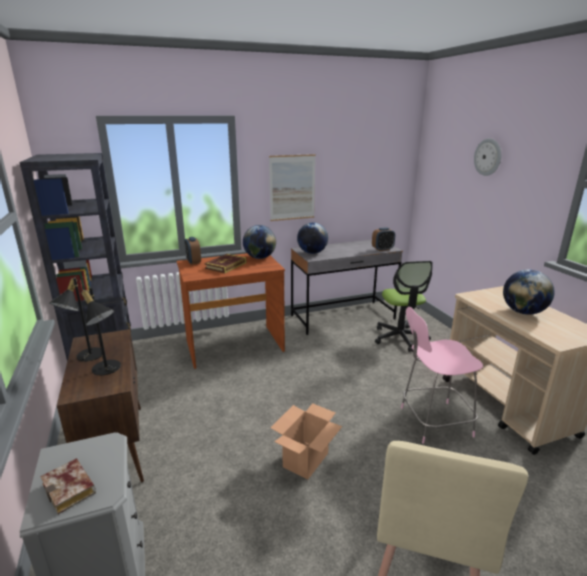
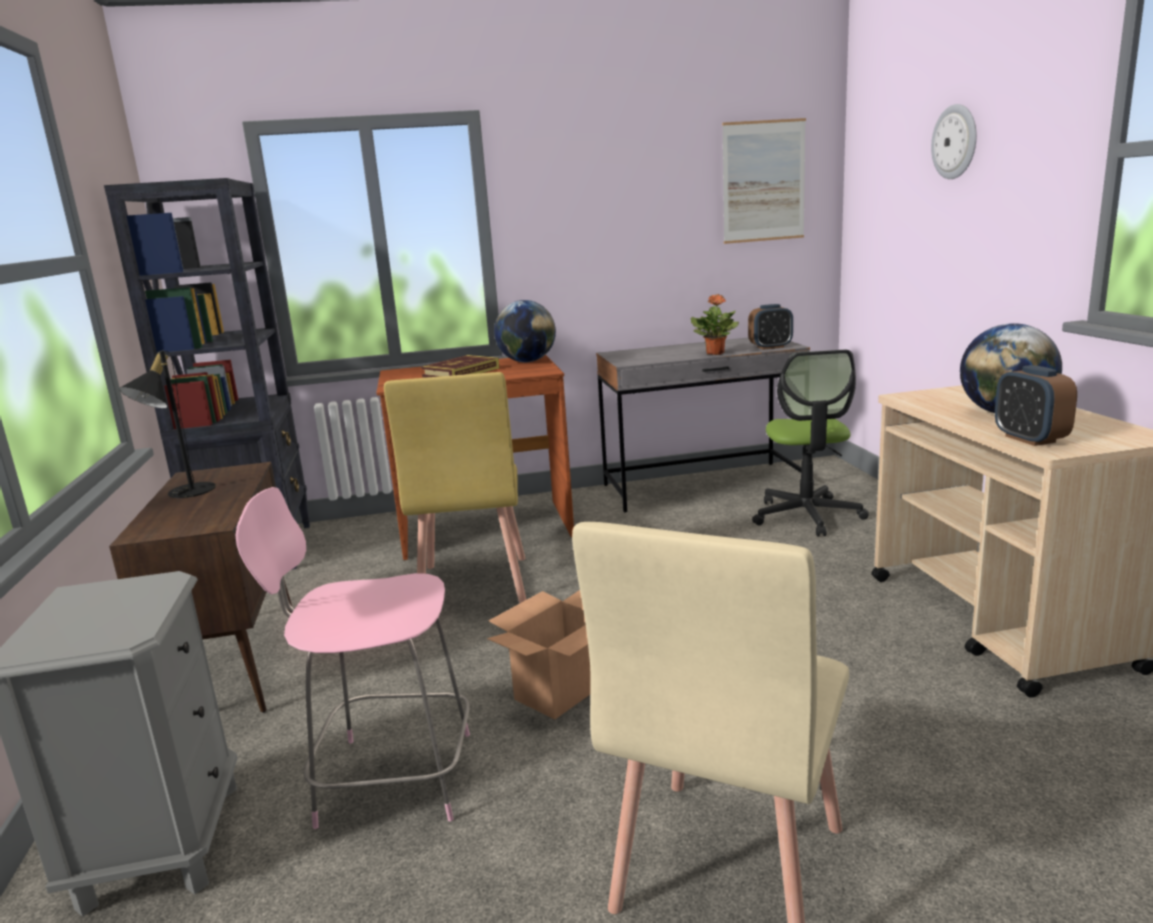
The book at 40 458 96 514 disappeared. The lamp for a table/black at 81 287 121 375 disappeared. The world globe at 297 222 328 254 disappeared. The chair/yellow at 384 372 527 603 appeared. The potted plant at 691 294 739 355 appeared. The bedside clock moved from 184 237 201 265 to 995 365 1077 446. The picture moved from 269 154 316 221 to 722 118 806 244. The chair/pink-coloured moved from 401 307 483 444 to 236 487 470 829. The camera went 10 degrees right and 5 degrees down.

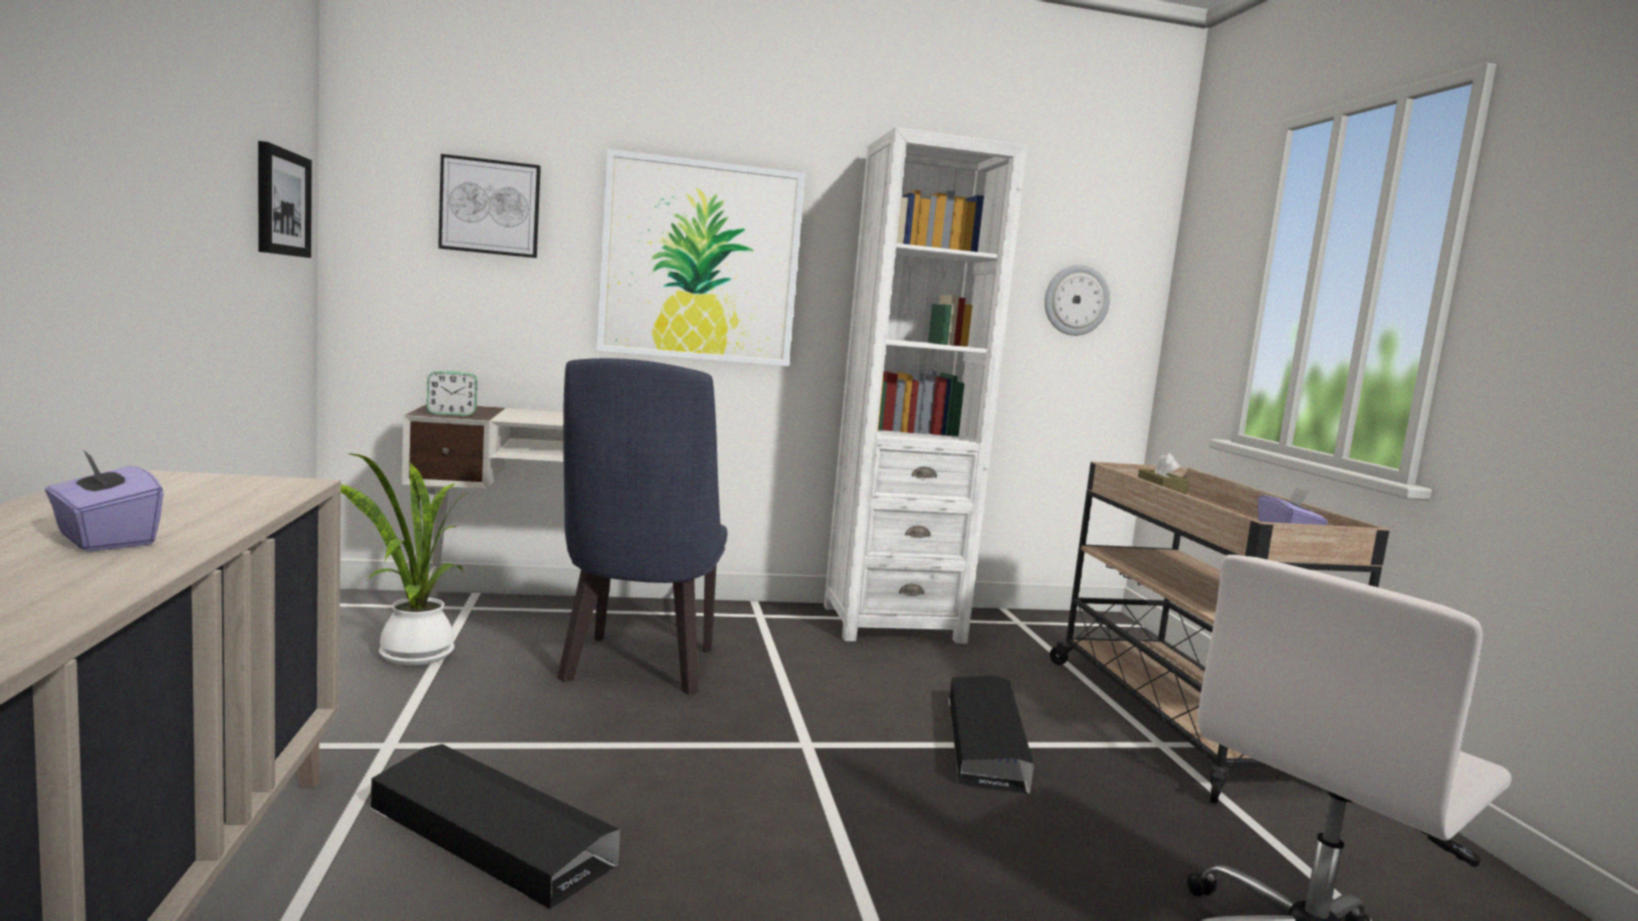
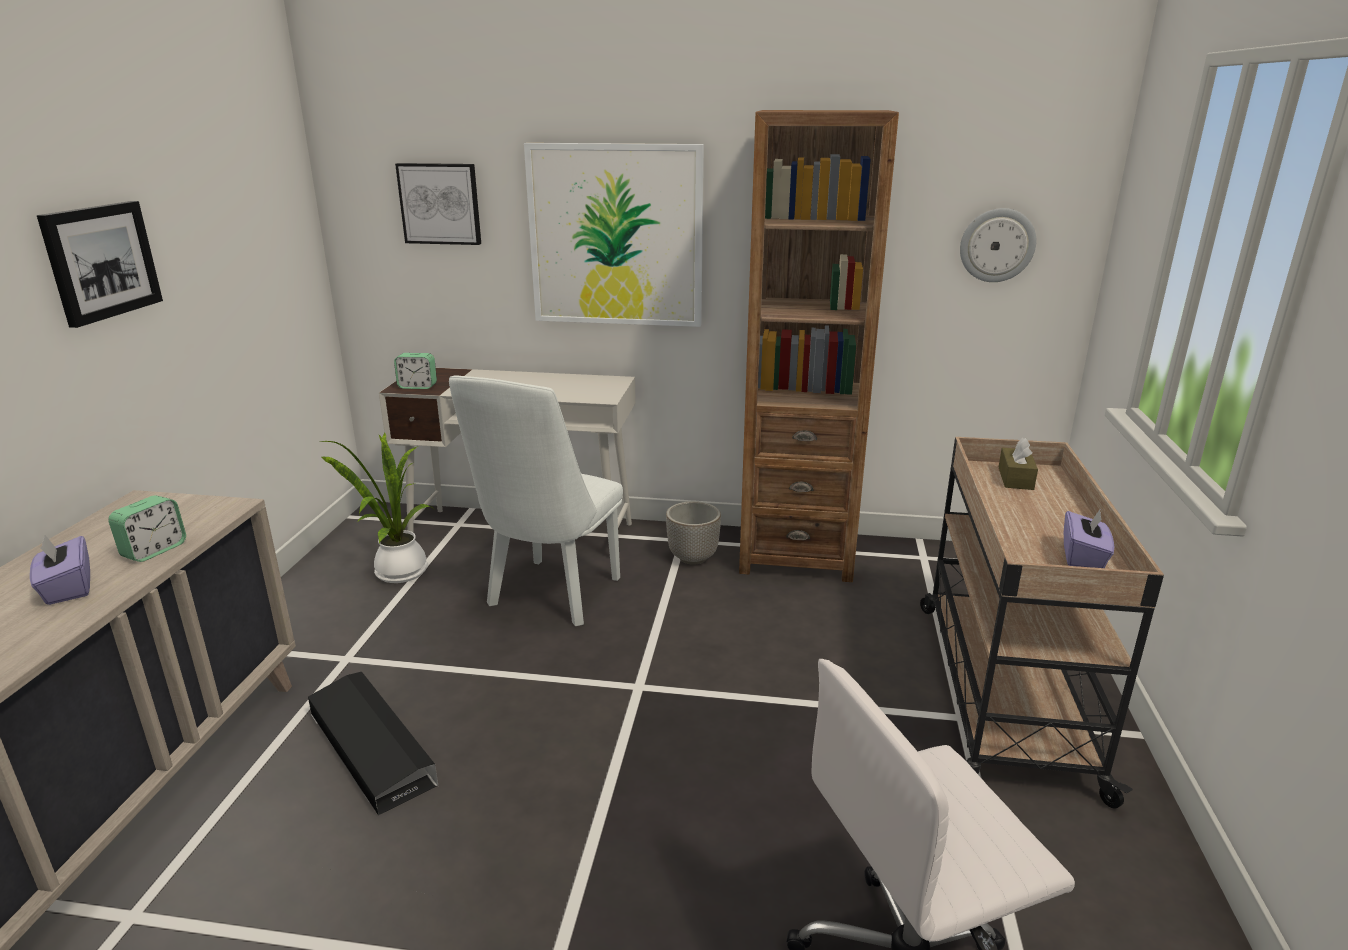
The storage container/black at 949 675 1034 794 disappeared. The bedside clock at 108 495 186 562 appeared. The planter at 666 501 721 565 appeared. The picture moved from 258 141 312 258 to 37 201 163 328. The chair/blue at 557 358 727 694 became the chair/white-coloured at 449 375 623 626. The bookshelf/white-coloured at 824 127 1027 644 became the bookshelf/brown at 739 110 899 582. The camera went 20 degrees right and 15 degrees up.

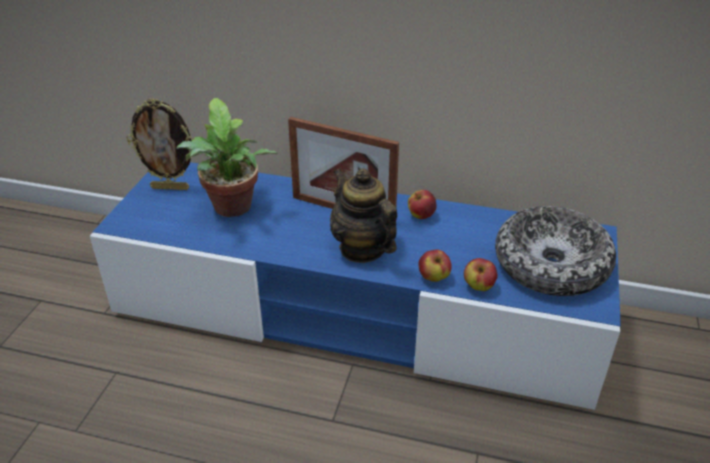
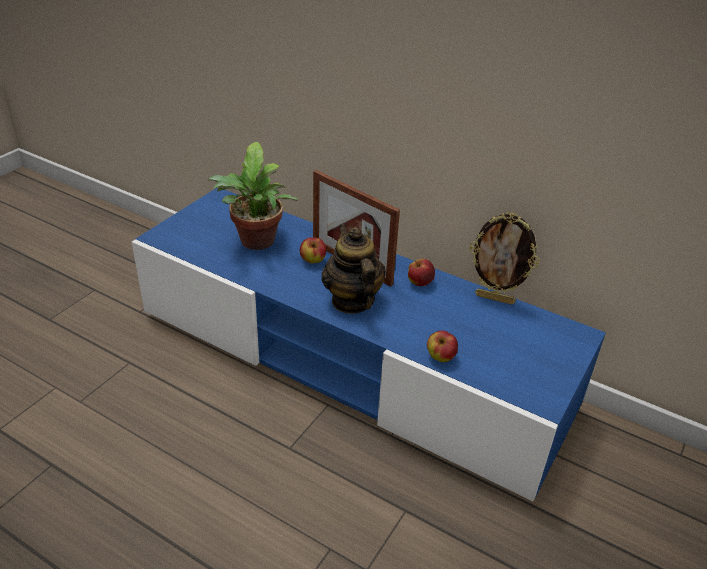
The deep dish at 495 206 616 296 disappeared. The standing frame moved from 127 98 193 190 to 469 212 540 305. The whole apple moved from 418 249 452 282 to 300 237 326 264. The camera went 15 degrees right and 0 degrees up.

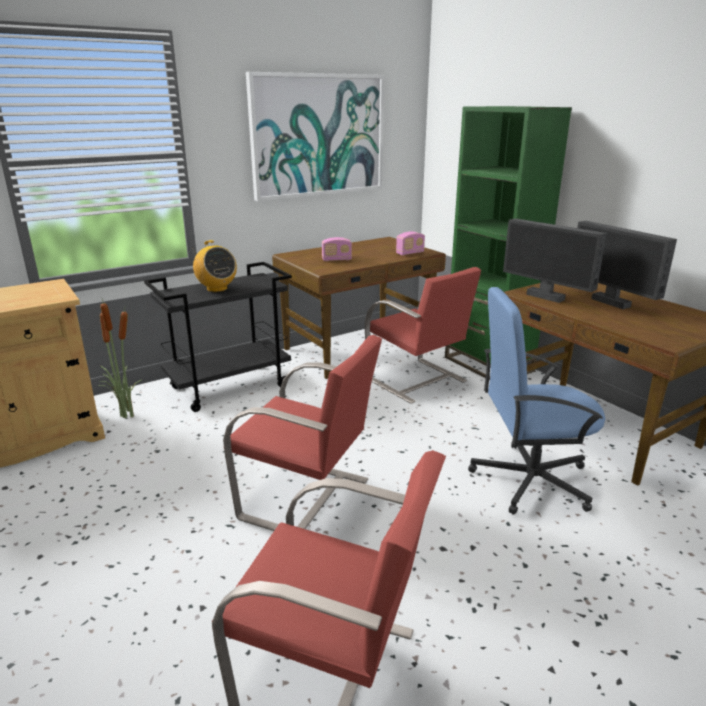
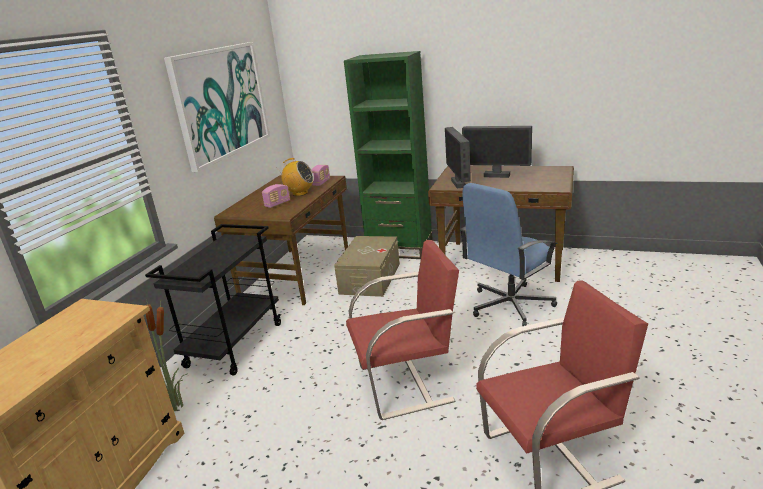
The radio receiver moved from 193 240 237 292 to 280 158 314 196. The chair/reddish at 365 267 481 404 was replaced by the storage container/beige at 334 236 400 297. The monitor at 503 218 607 303 turned 75 degrees clockwise. The camera went 35 degrees left and 0 degrees up.

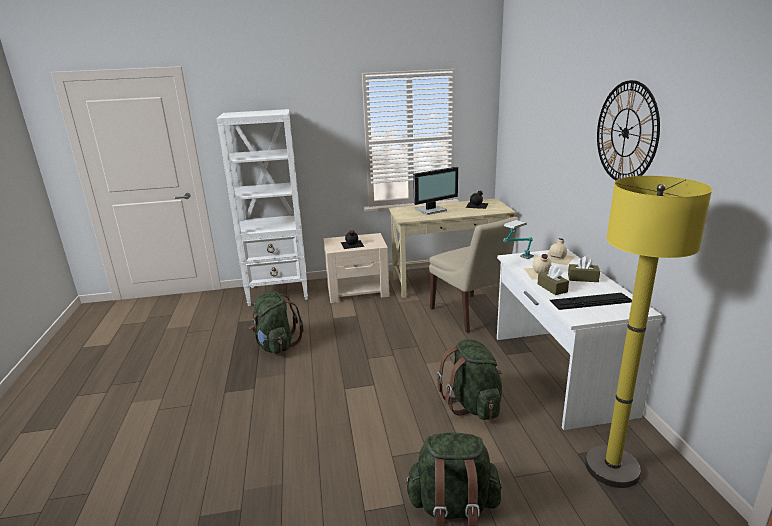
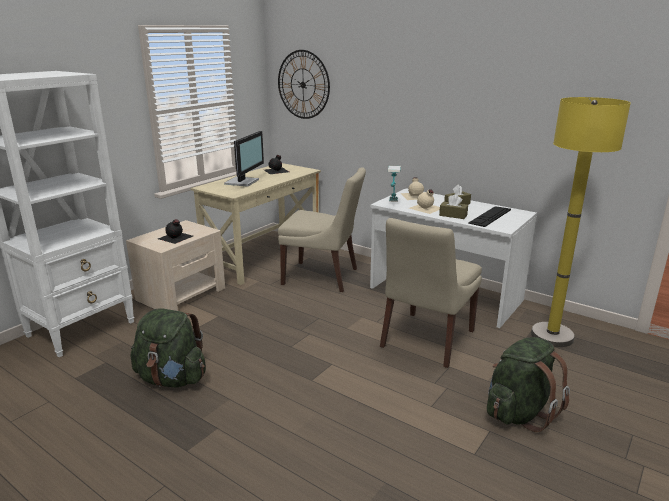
The hanging clock moved from 597 80 660 180 to 278 50 330 119. The knapsack/greenish at 437 339 502 420 was replaced by the chair/beige at 380 218 482 368. The camera went 45 degrees left and 0 degrees up.

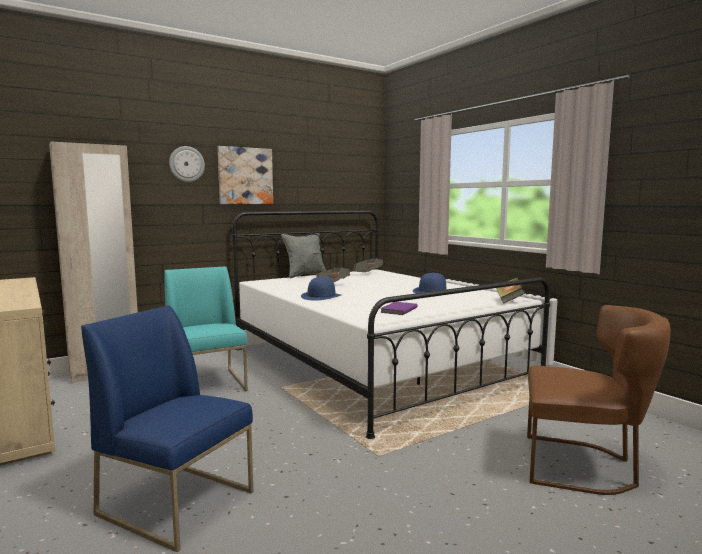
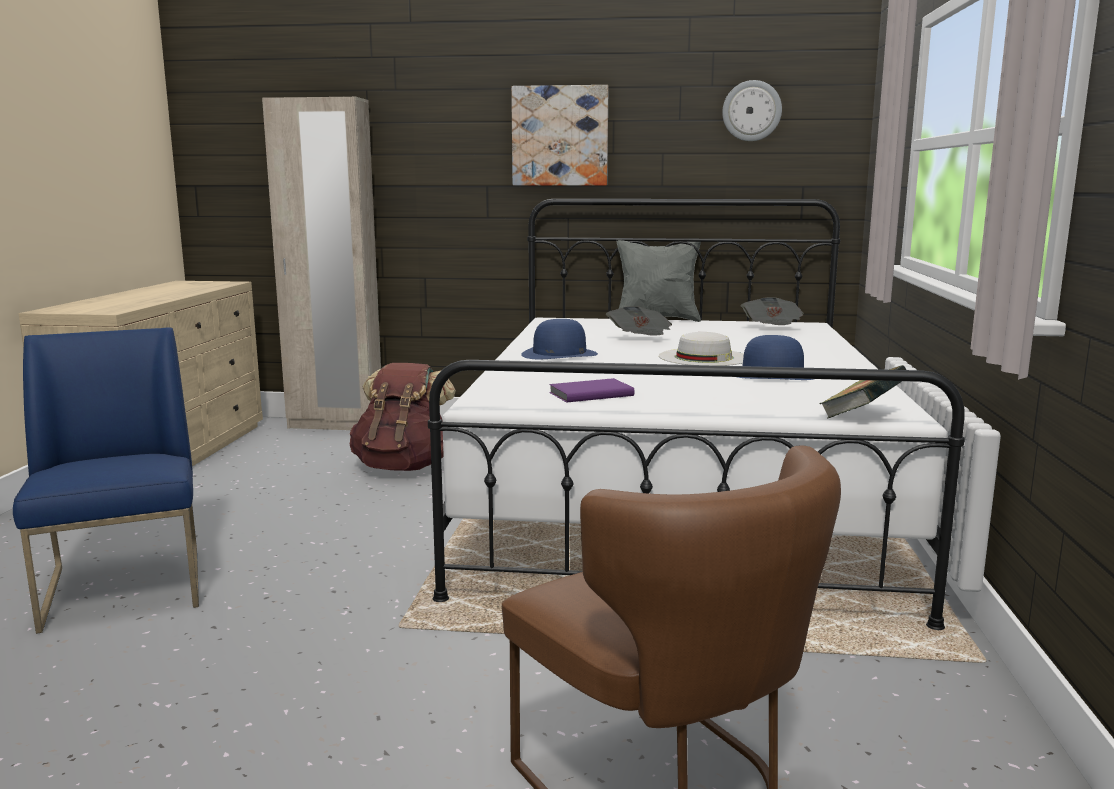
The wearable hat/white-coloured at 659 332 744 366 appeared. The hanging clock moved from 169 146 205 182 to 722 80 782 141. The chair/blue-green at 164 266 248 391 was replaced by the knapsack/brown at 350 363 456 471. The camera went 40 degrees right and 5 degrees up.

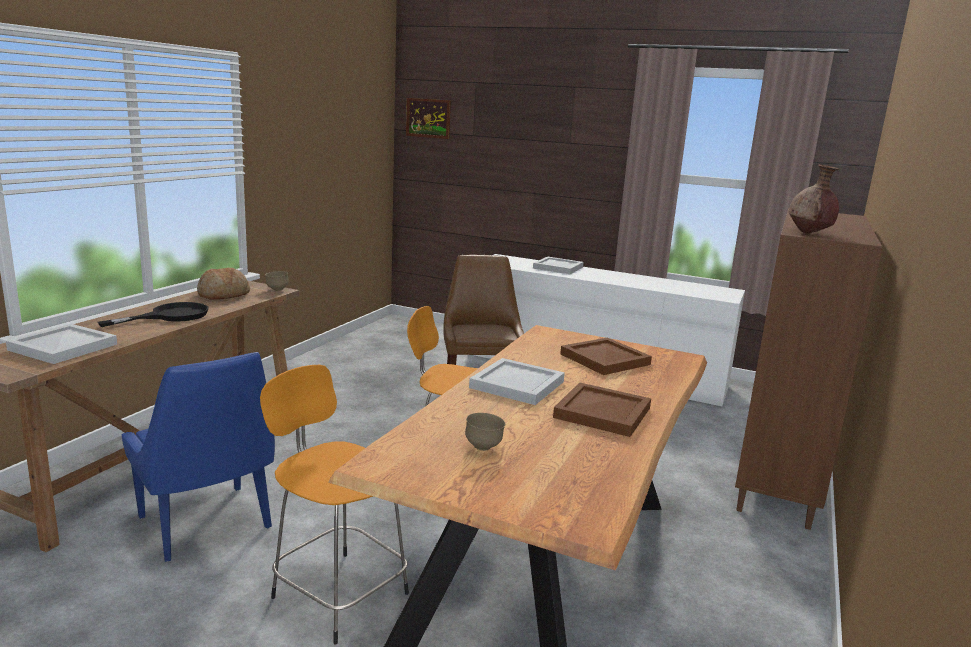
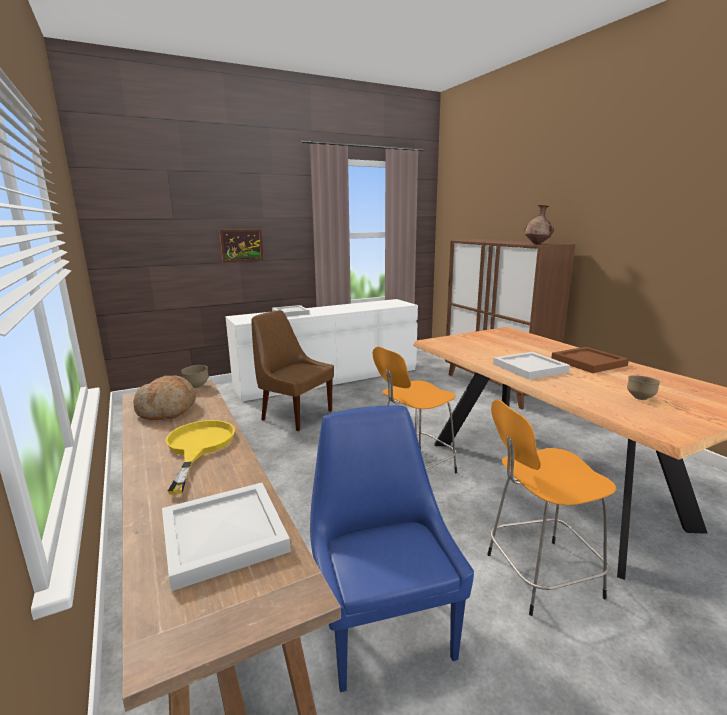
The serving tray/brown at 560 338 652 375 disappeared. The picture moved from 406 98 451 139 to 219 229 264 263. The skillet/black at 97 302 209 327 became the skillet/yellow at 165 420 235 494. The chair/blue at 122 352 275 562 turned 105 degrees counterclockwise. The camera went 50 degrees left and 0 degrees up.

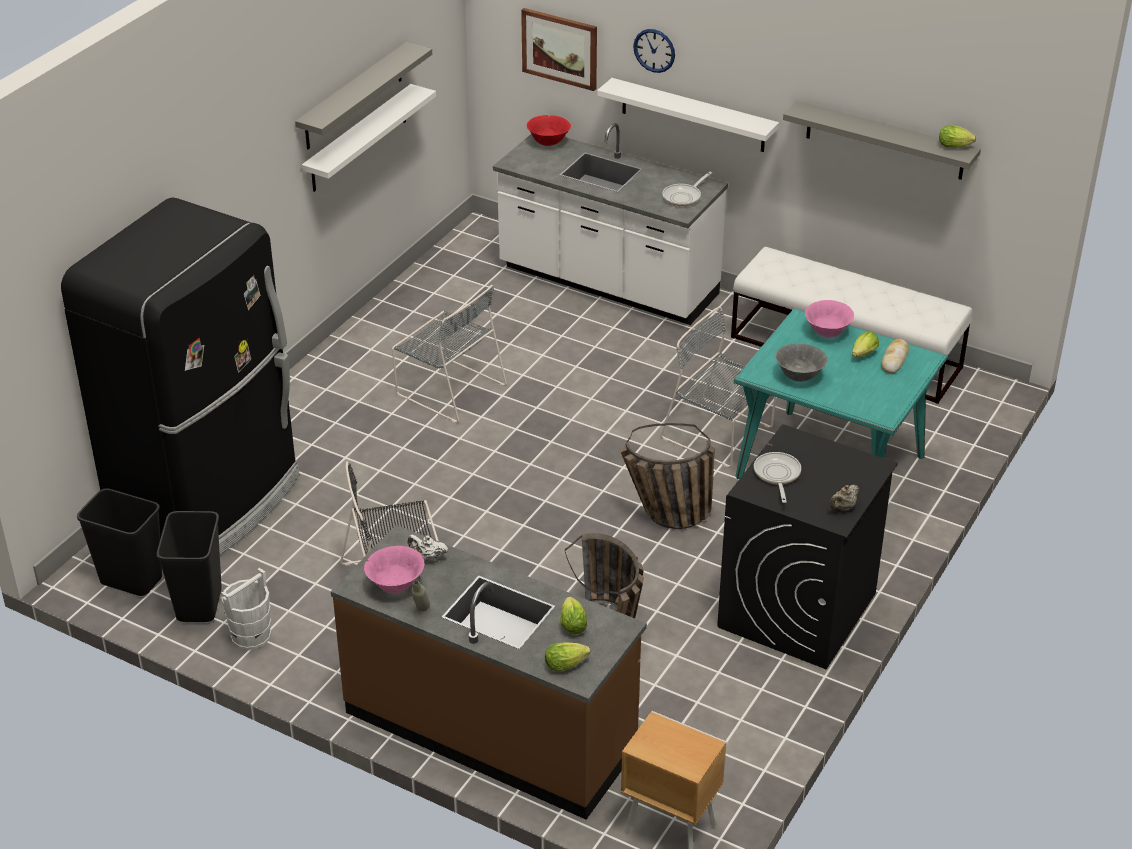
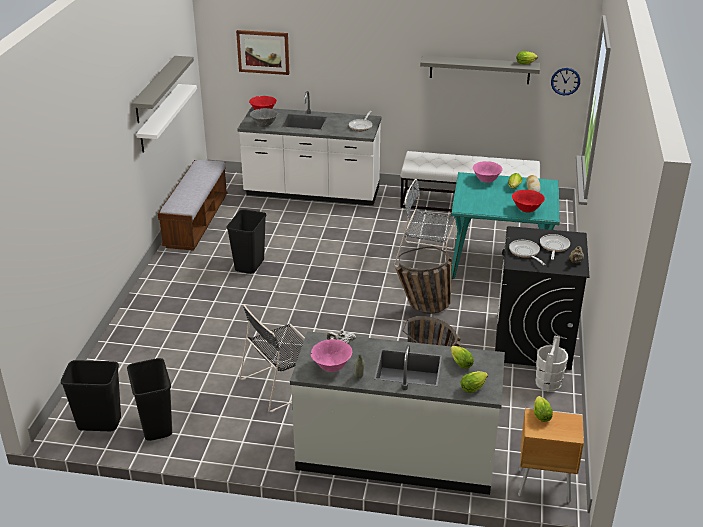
The fridge/black at 61 198 299 555 disappeared. The wall shelf/white-coloured at 597 78 779 152 disappeared. The bench at 158 160 228 251 appeared. The deep dish/reddish at 512 190 545 213 appeared. The head of lettuce at 534 396 553 422 appeared. The skillet at 540 234 570 260 appeared. The bucket/white-coloured moved from 221 568 271 650 to 536 335 568 392. The hanging clock moved from 633 29 675 73 to 551 68 580 95. The deep dish/grey moved from 776 344 828 382 to 250 108 278 127. The chair/grey at 392 285 507 423 was replaced by the trash can/black at 227 209 266 274. The counter/brown at 331 525 647 820 became the counter/white-coloured at 290 331 505 495. The camera went 20 degrees left and 5 degrees down.

